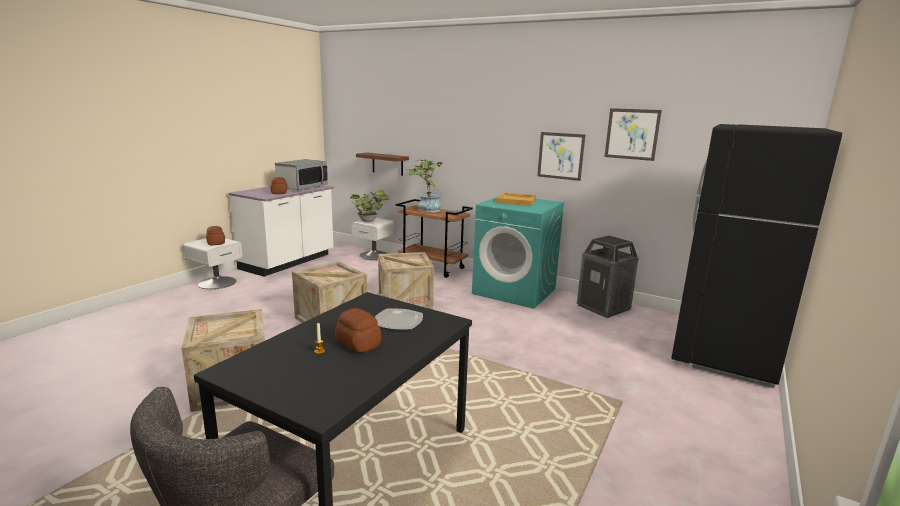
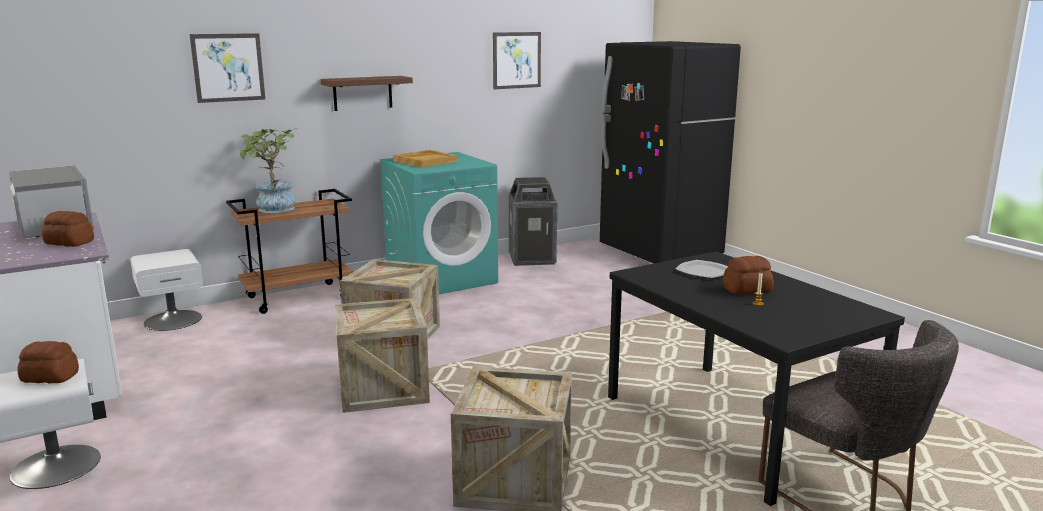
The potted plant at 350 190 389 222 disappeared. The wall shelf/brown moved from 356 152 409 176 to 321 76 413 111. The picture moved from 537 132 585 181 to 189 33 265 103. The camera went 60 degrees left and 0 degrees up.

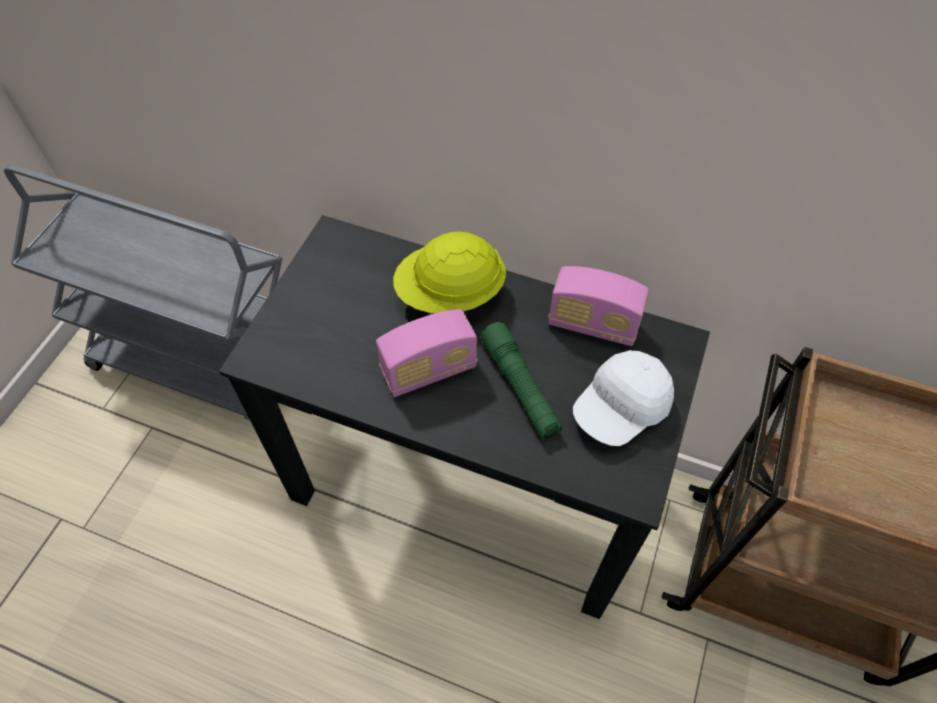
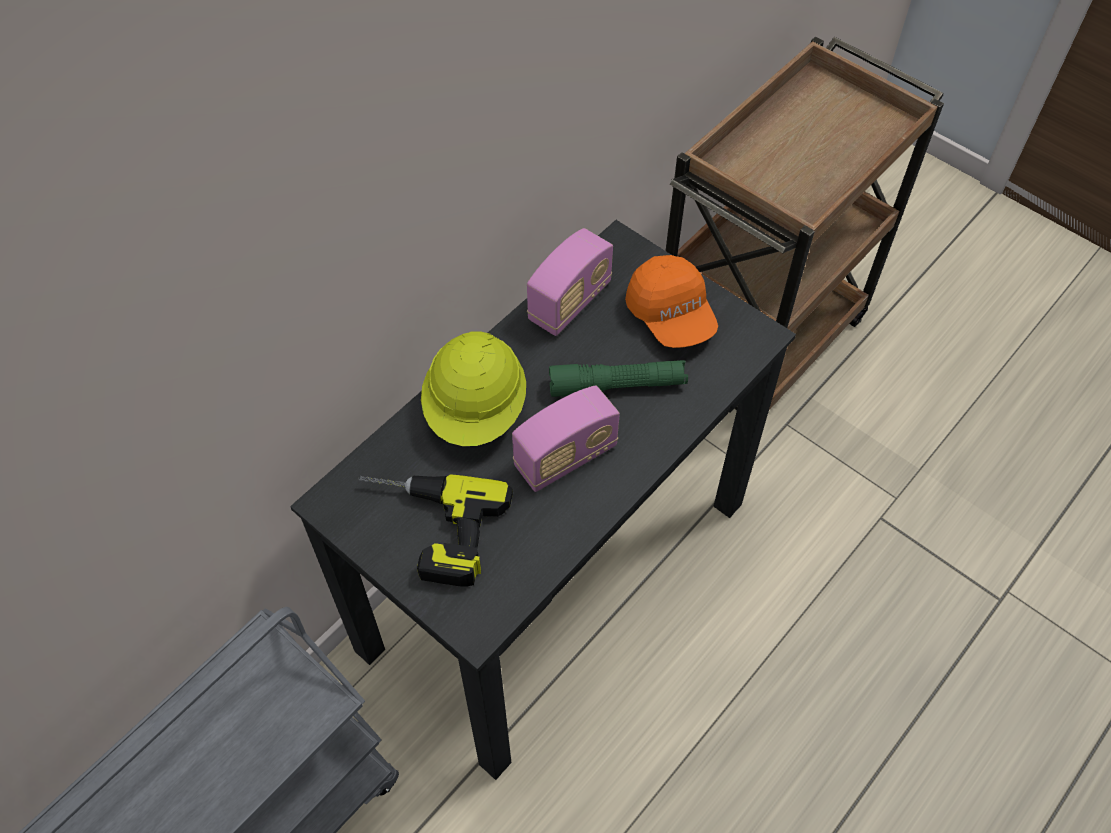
The power drill at 358 474 513 587 appeared. The baseball cap/white-coloured at 573 350 674 446 became the baseball cap/orange at 625 255 718 348. The radio receiver at 376 309 477 397 turned 60 degrees clockwise. The camera went 70 degrees left and 0 degrees up.

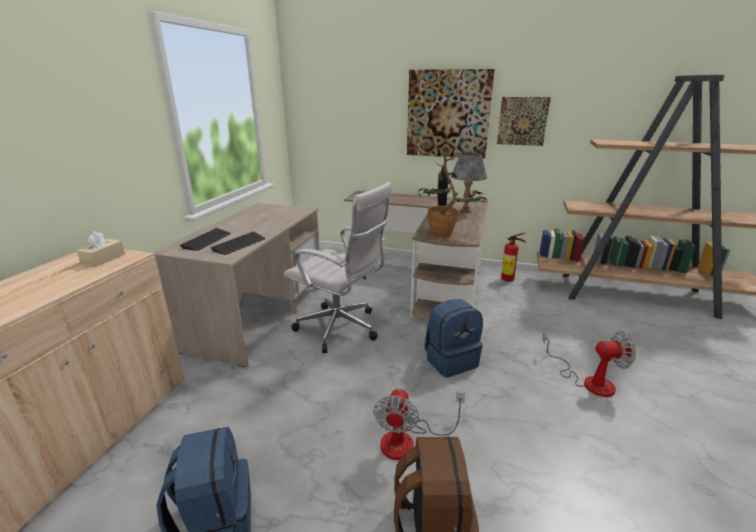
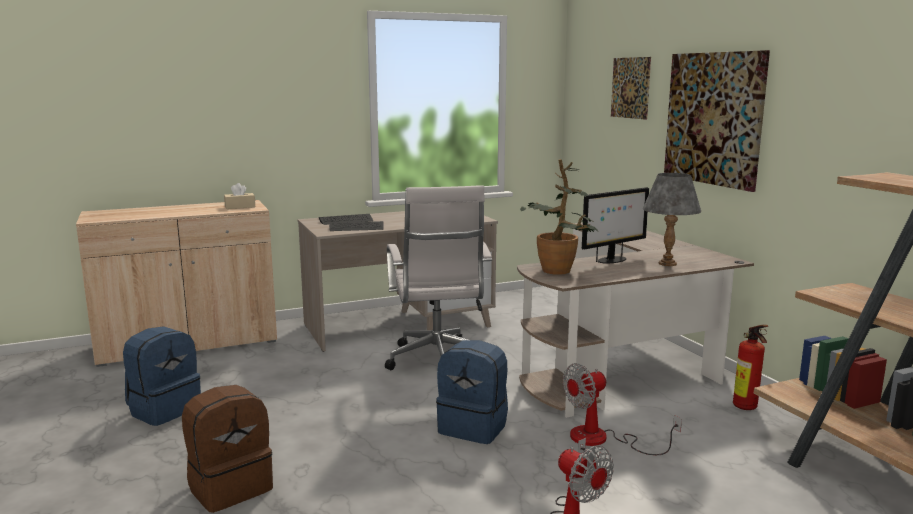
The electric fan moved from 373 389 465 460 to 563 363 682 455. The picture moved from 497 97 551 146 to 611 57 651 120. The camera went 50 degrees right and 10 degrees down.

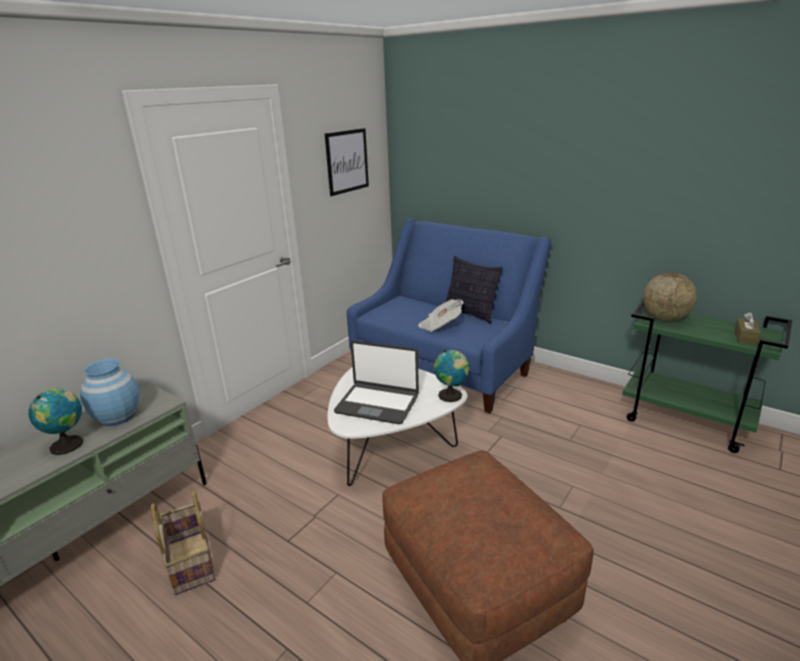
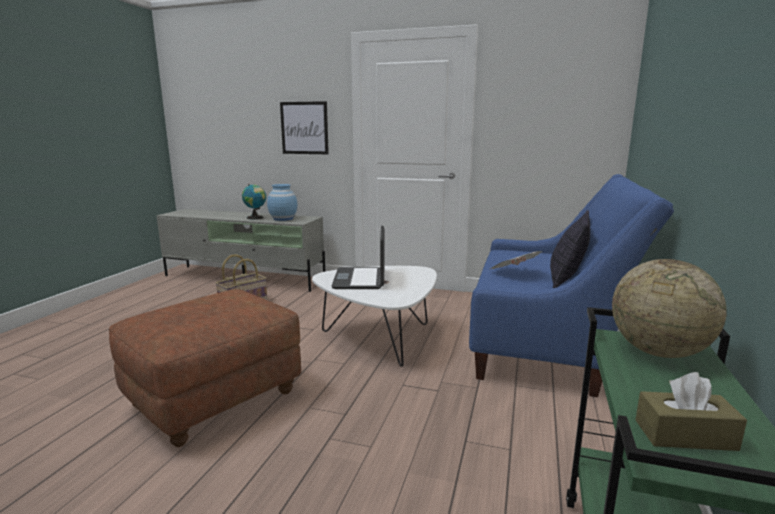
The world globe at 434 350 470 402 disappeared. The picture moved from 325 128 369 196 to 280 101 329 154. The camera went 70 degrees right and 10 degrees down.

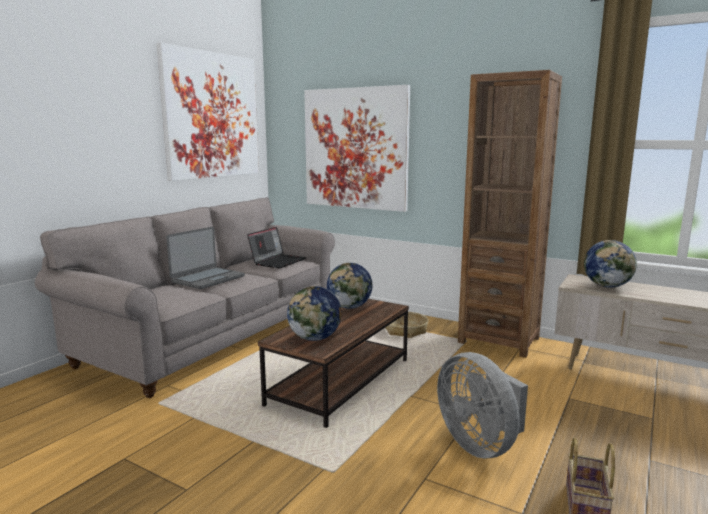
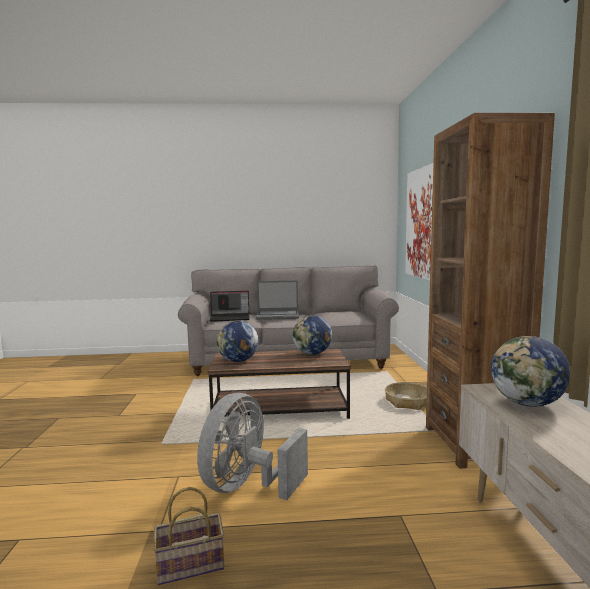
The picture at 157 43 259 181 disappeared. The portable computer moved from 247 227 307 269 to 209 291 250 322. The camera went 55 degrees right and 5 degrees down.

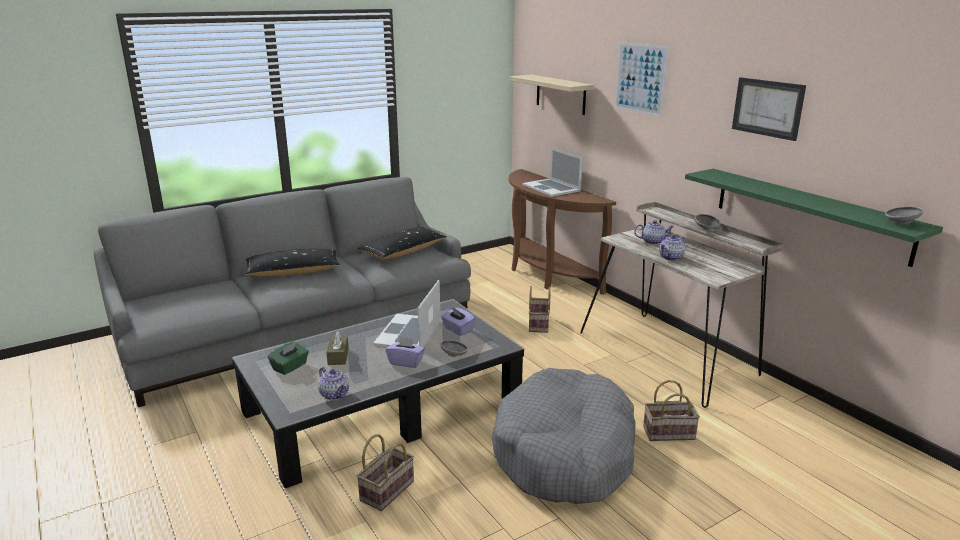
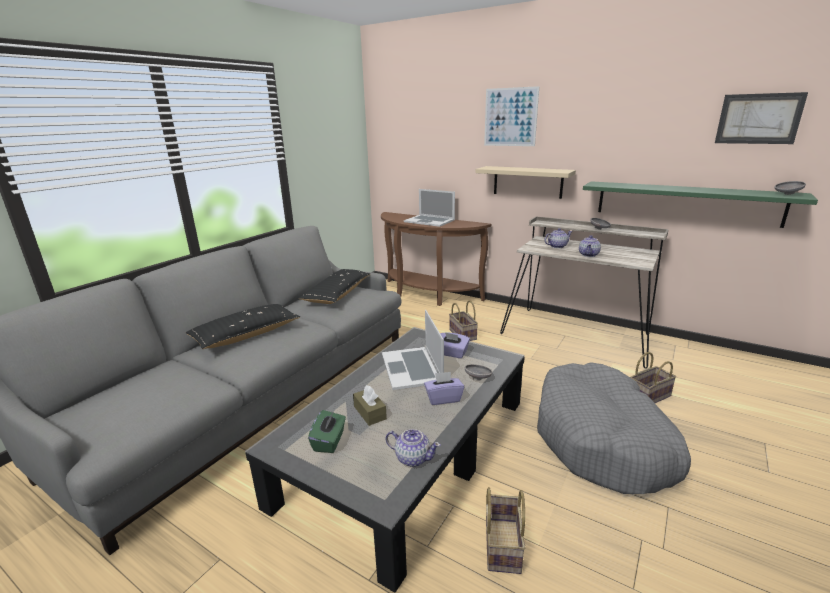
The wall shelf/beige moved from 510 75 594 115 to 475 166 576 199. The picture moved from 732 77 806 141 to 715 92 808 144. The camera went 25 degrees left and 0 degrees up.

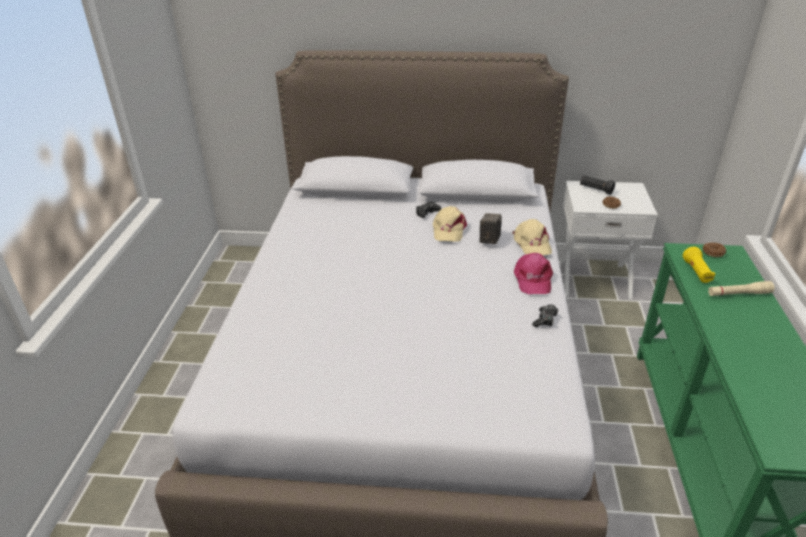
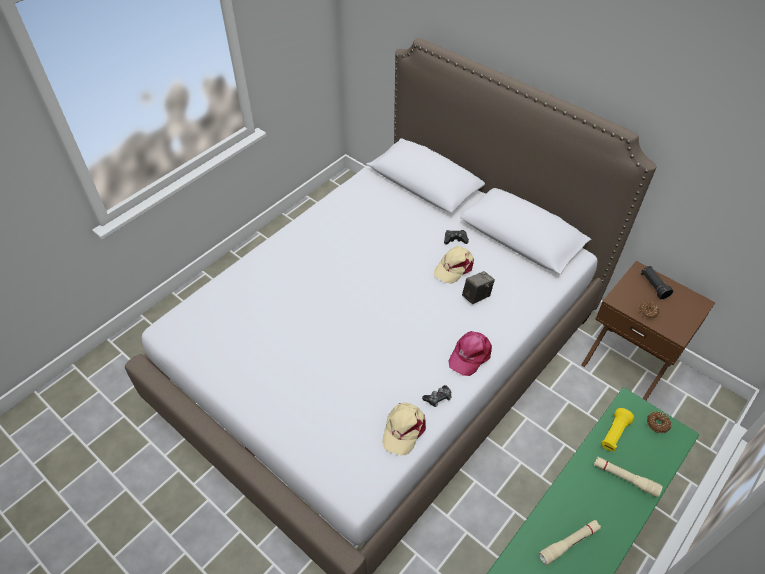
The hand torch/beige at 539 520 601 565 appeared. The baseball cap/beige moved from 512 219 552 256 to 382 403 426 455. The nightstand/white-coloured at 559 181 658 299 became the nightstand/brown at 581 261 715 400. The camera went 35 degrees right and 15 degrees up.

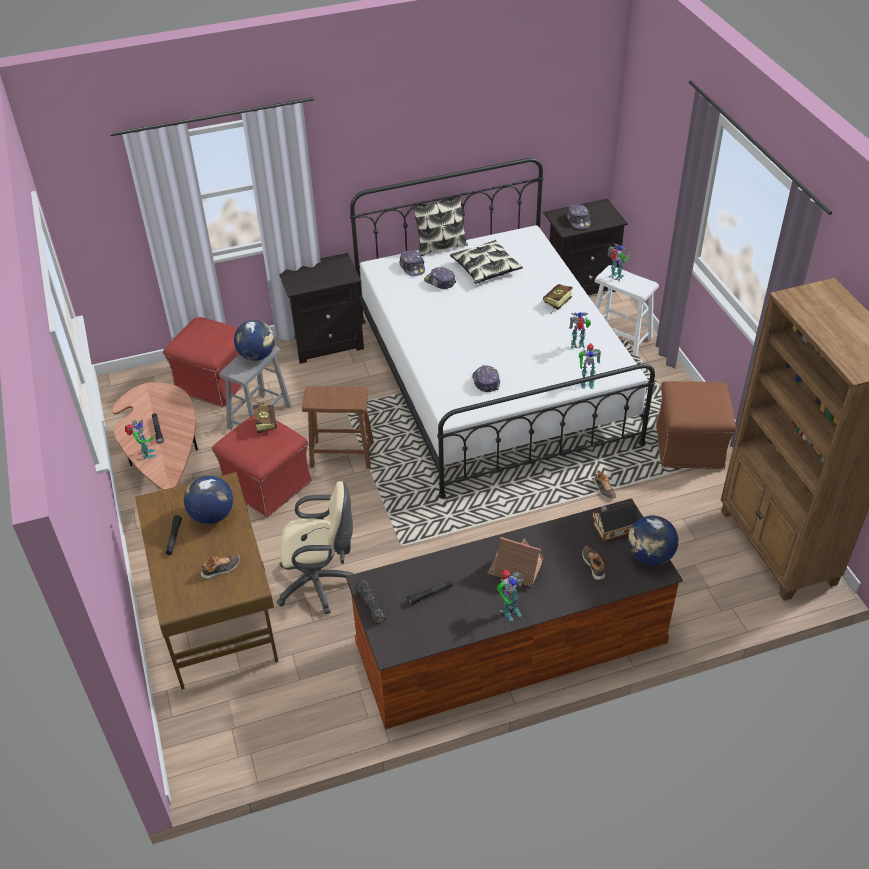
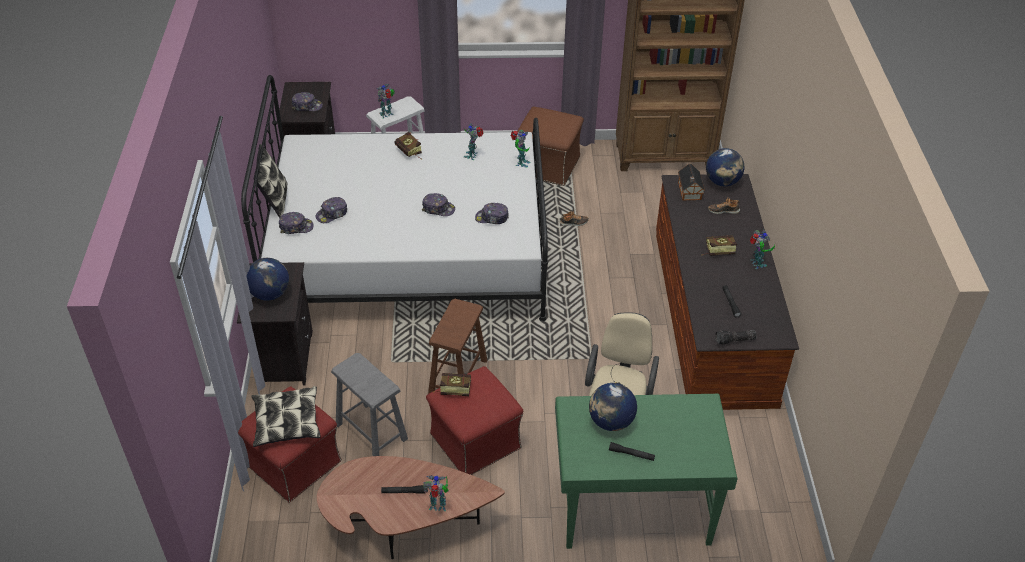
The shoe at 201 555 240 579 disappeared. The baseball cap at 422 193 455 216 appeared. The world globe moved from 234 320 275 361 to 246 258 289 300. The pillow moved from 450 240 523 284 to 251 386 321 447. The miniature house at 487 537 544 587 was replaced by the book at 701 235 737 256. The desk/brown at 135 472 278 690 became the desk/greenish at 555 394 738 549. The camera went 75 degrees left and 0 degrees up.

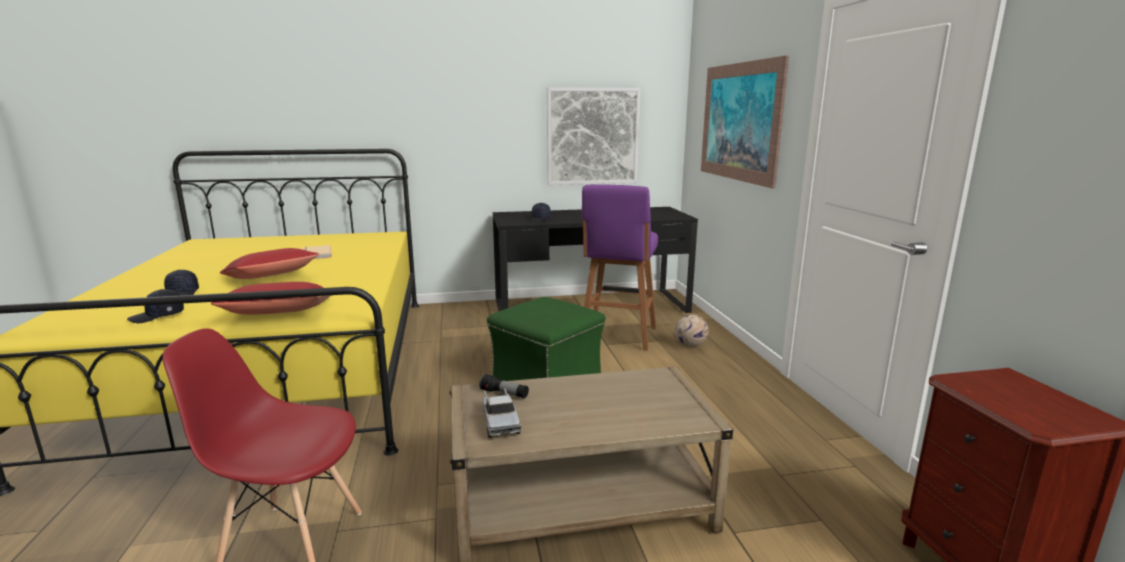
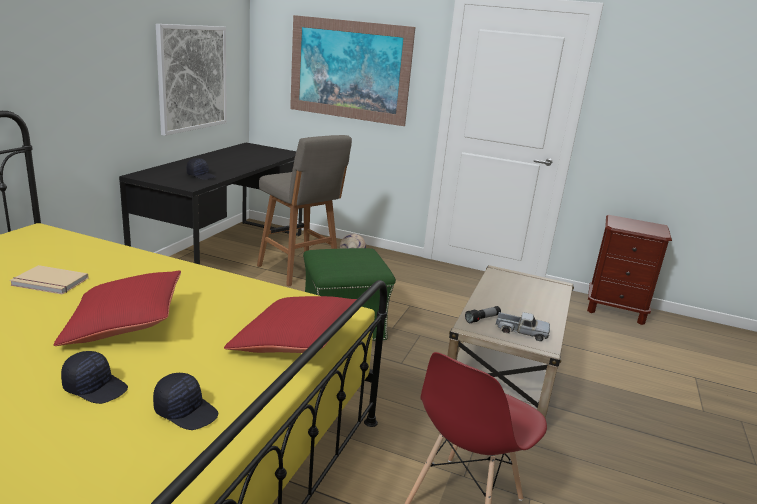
The sitting stool/purplish at 581 184 658 351 became the sitting stool/grey at 257 135 352 287. The baseball cap/black at 127 289 184 323 turned 60 degrees counterclockwise. The camera went 60 degrees left and 5 degrees up.

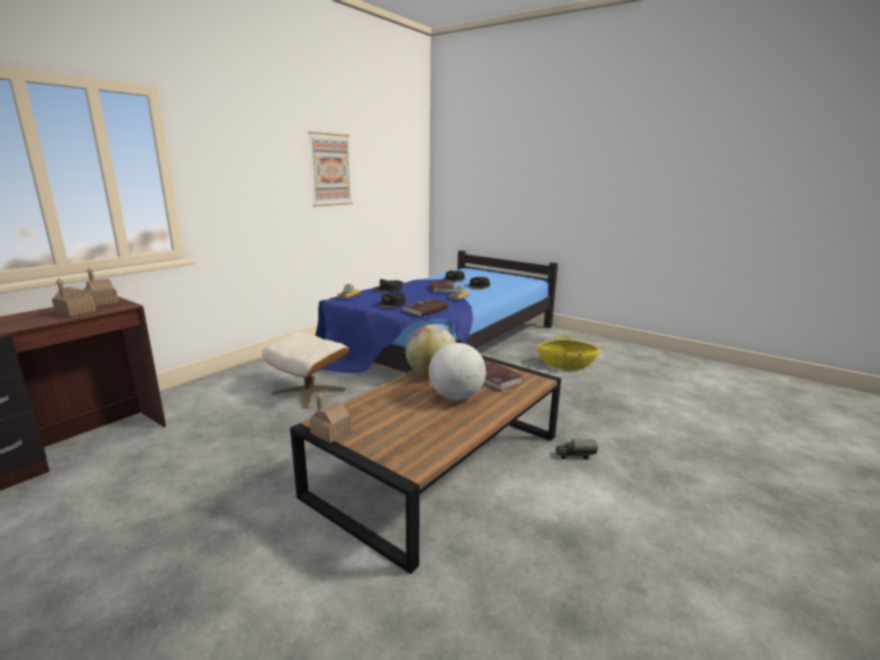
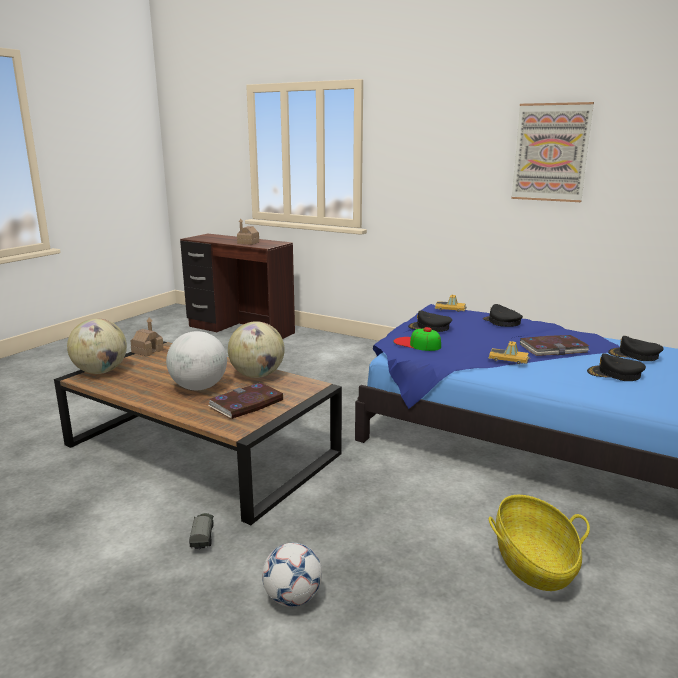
The miniature house at 83 268 119 306 disappeared. The pouffe/beige at 262 331 349 408 disappeared. The world globe at 67 318 127 374 appeared. The football at 262 543 322 607 appeared. The book at 402 299 448 316 was replaced by the baseball cap at 394 327 441 351. The camera went 85 degrees right and 0 degrees up.

